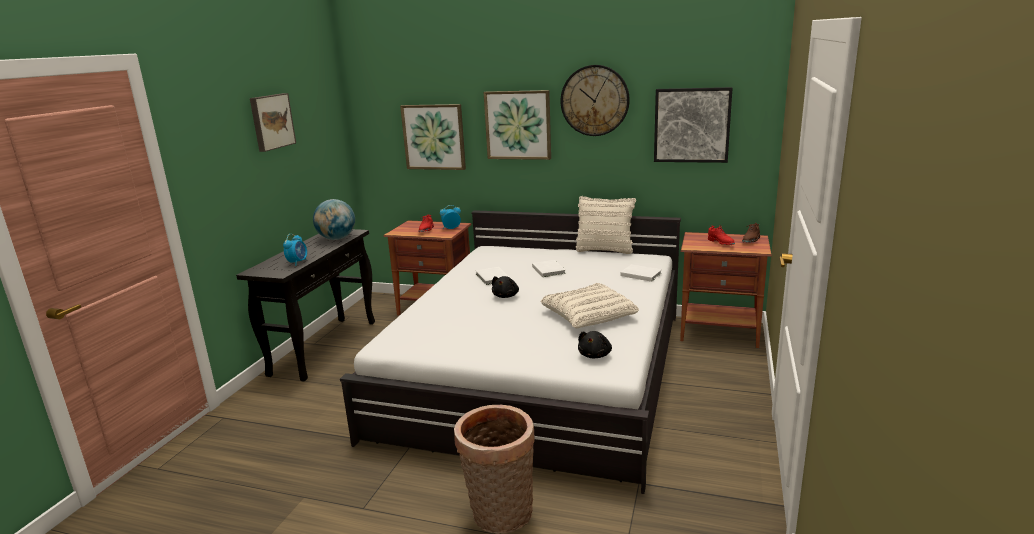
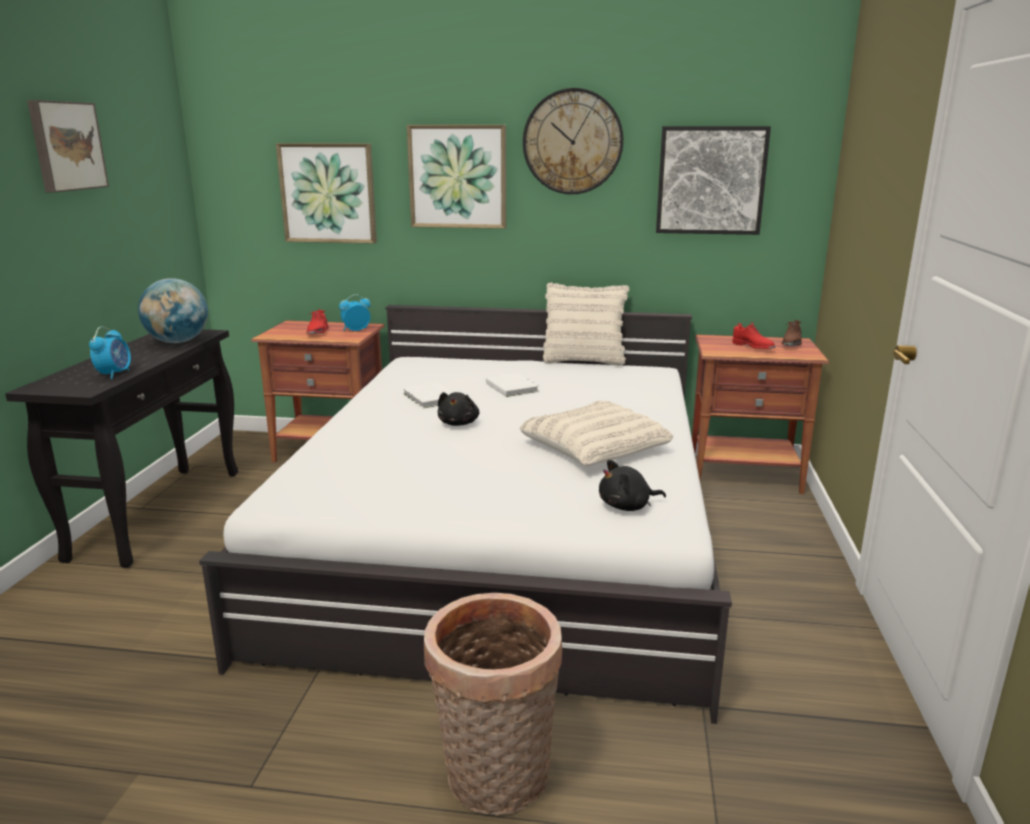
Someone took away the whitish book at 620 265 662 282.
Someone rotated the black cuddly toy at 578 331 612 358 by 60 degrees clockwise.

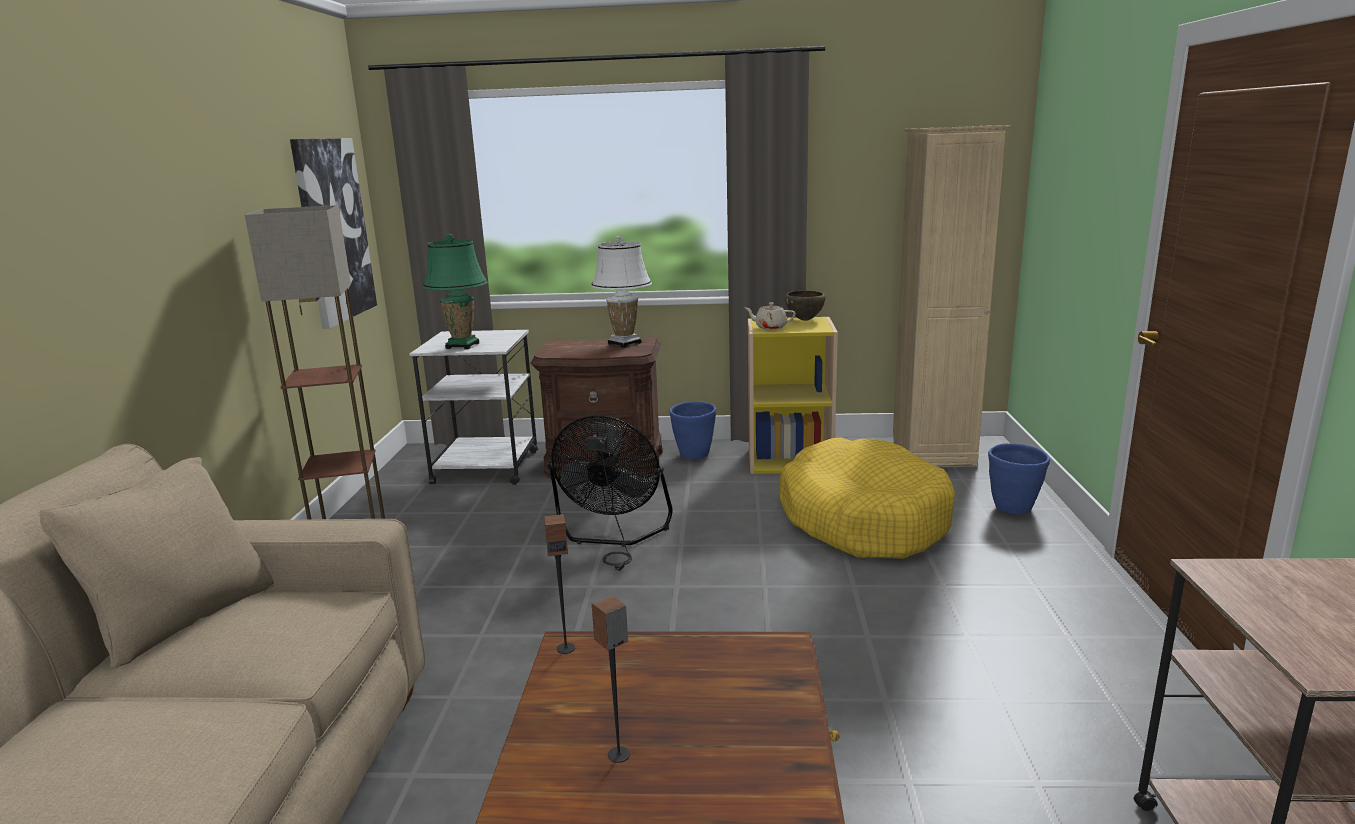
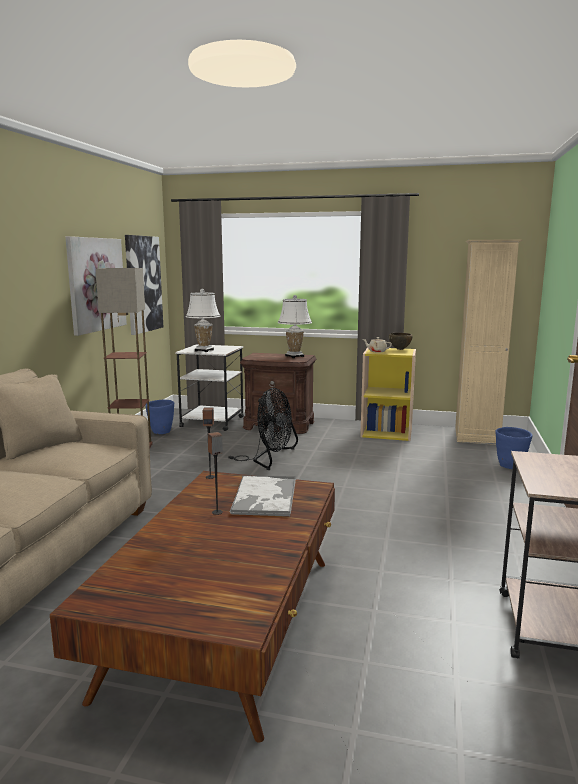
Someone took away the yellowish pet bed at 780 437 955 559.
Someone put up the wall picture at 65 236 127 336.
Someone put down the serving tray at 230 475 296 516.
Someone carried the blue flower pot from 670 401 716 459 to 145 400 174 434.
Someone repainted the greenish table lamp at 423 234 488 349, which became the whitish table lamp at 186 289 220 352.
Someone rotated the black electric fan at 547 415 672 571 by 90 degrees clockwise.

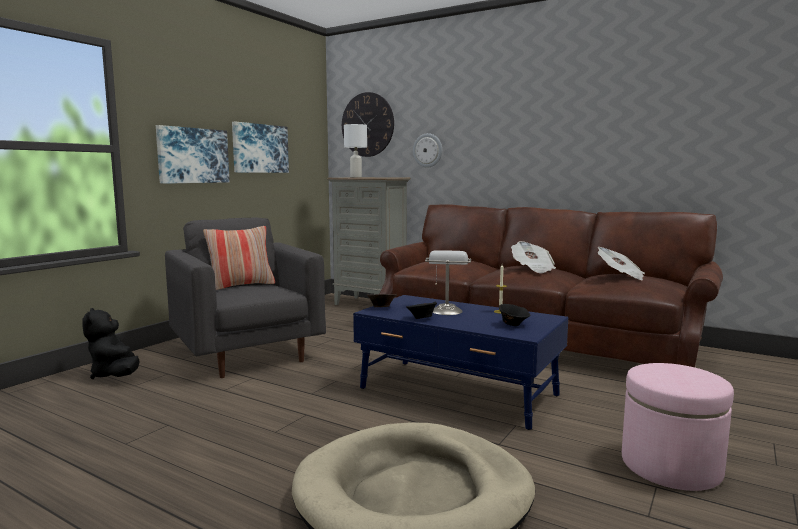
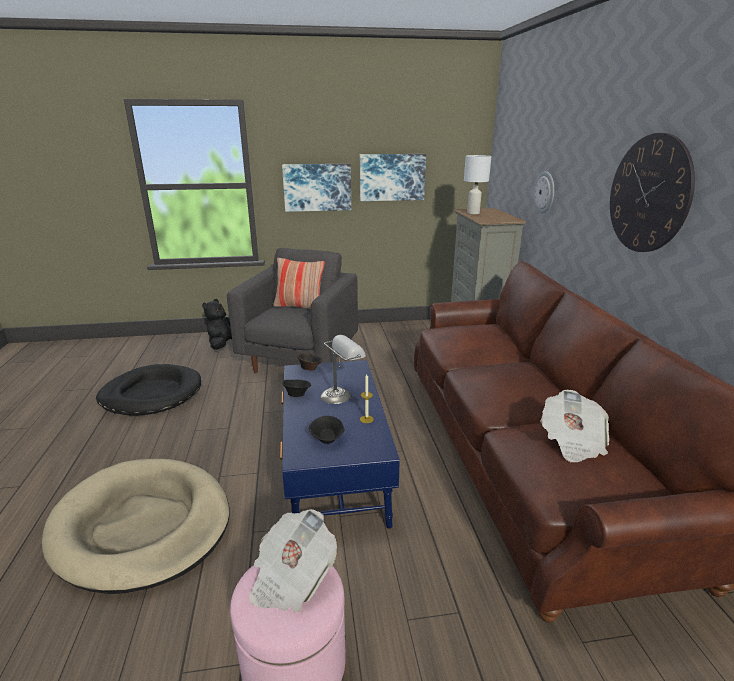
Someone put down the black pet bed at 96 364 201 416.
Someone carried the clock on the wall from 342 92 394 157 to 610 133 695 252.
Someone carried the daily paper from 511 241 556 273 to 249 509 337 613.

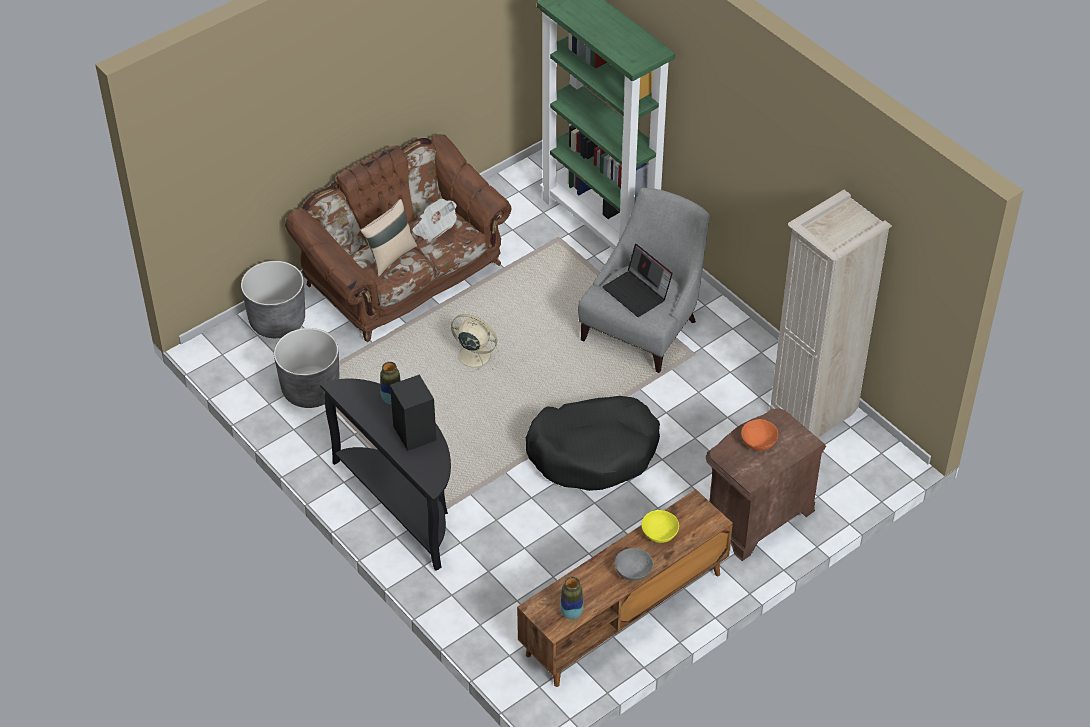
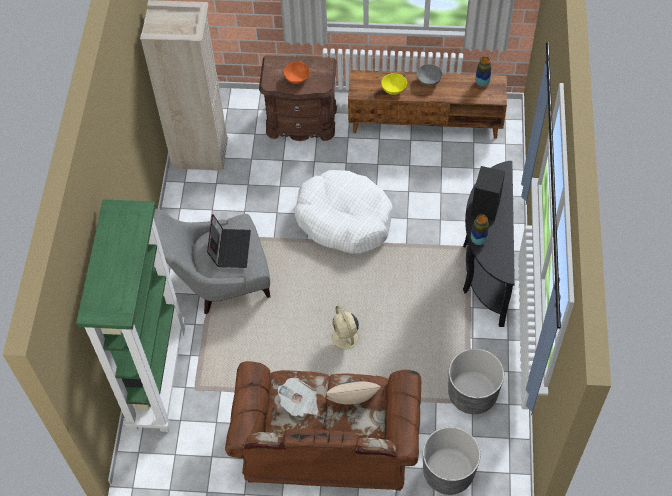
Someone repainted the black pet bed at 526 396 660 491, which became the whitish pet bed at 294 170 393 254.

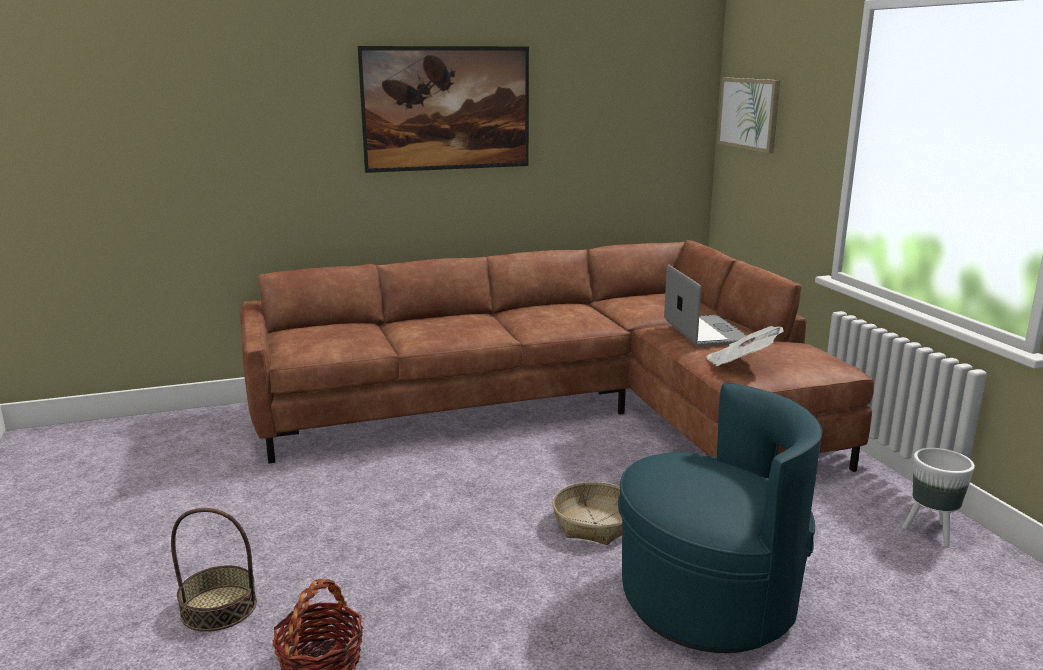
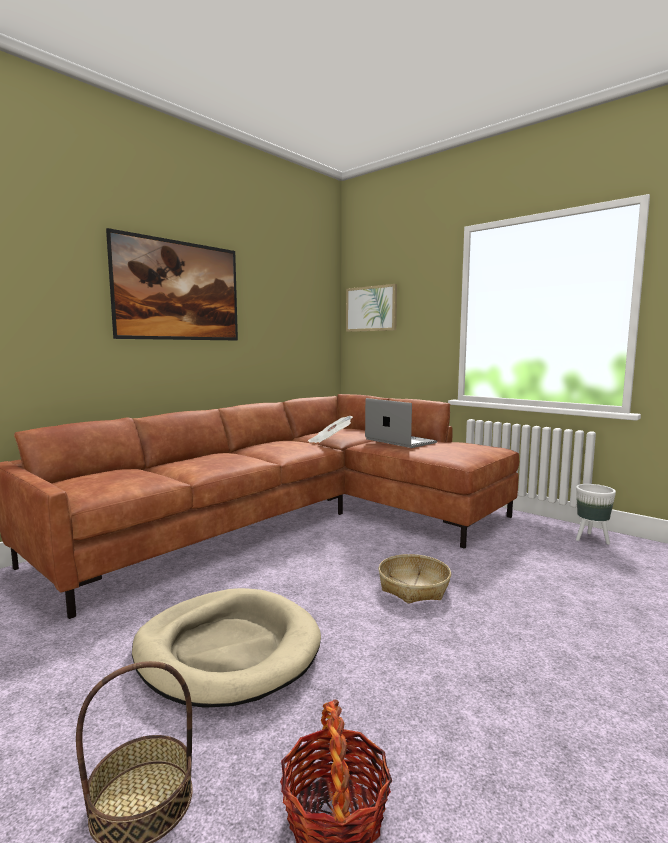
Someone took away the turquoise-coloured lounge chair at 618 382 822 653.
Someone put down the sand-coloured pet bed at 132 588 321 708.
Someone carried the daily paper from 706 326 784 366 to 308 416 353 443.

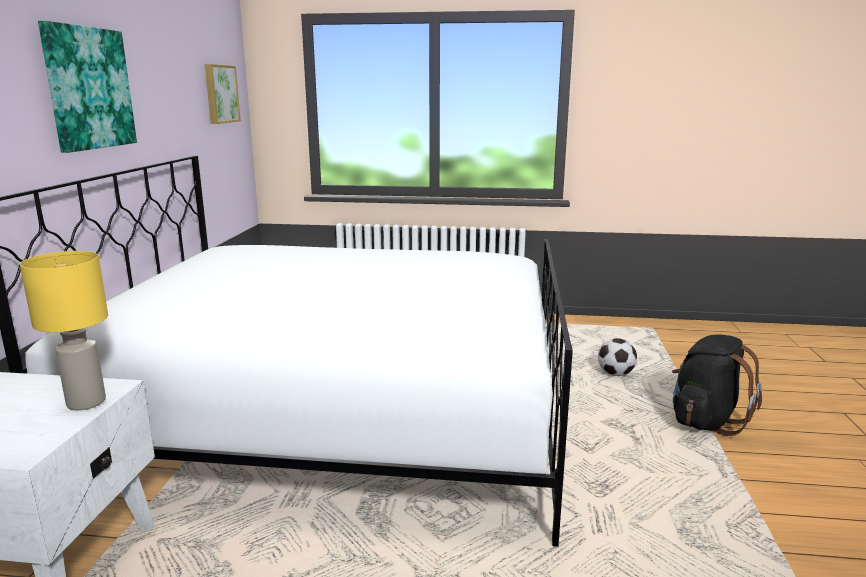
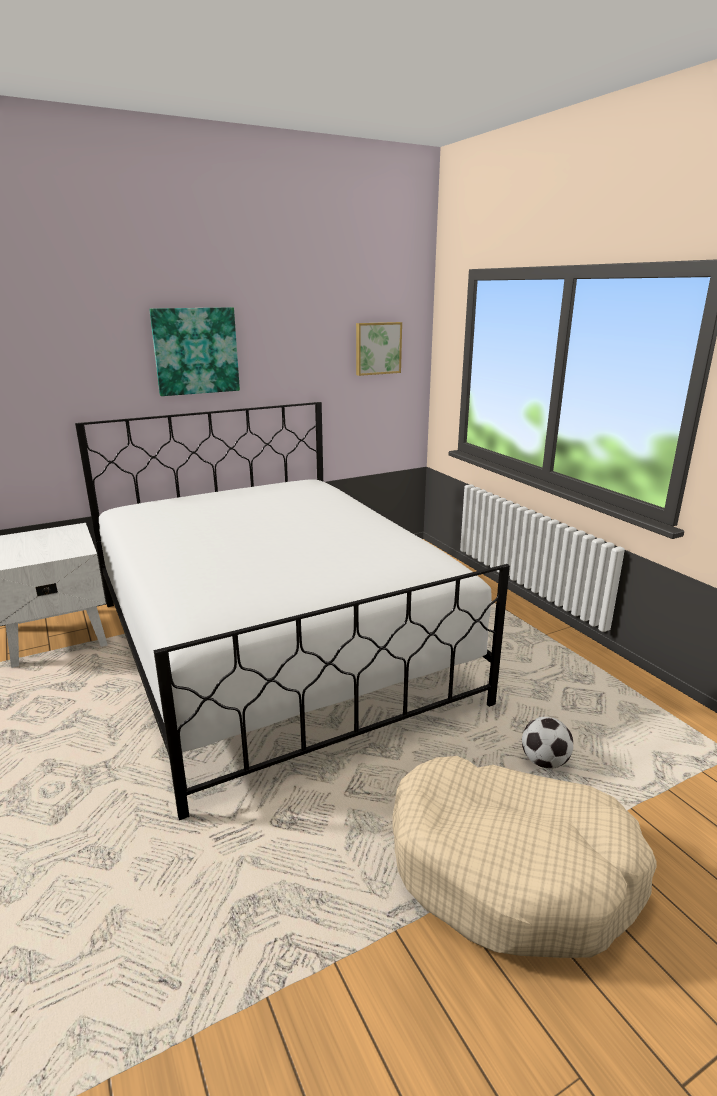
Someone took away the yellowish table lamp at 20 251 108 410.
Someone swapped the black backpack at 672 334 762 436 for the sand-coloured pet bed at 392 756 657 958.

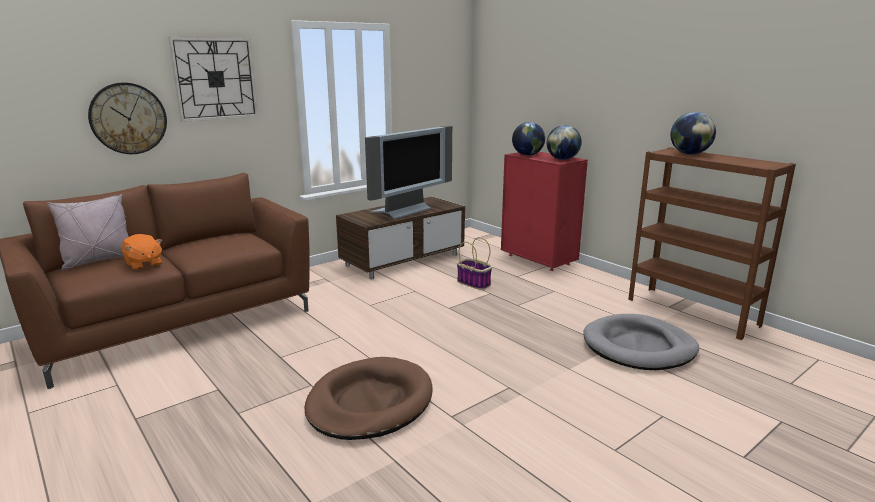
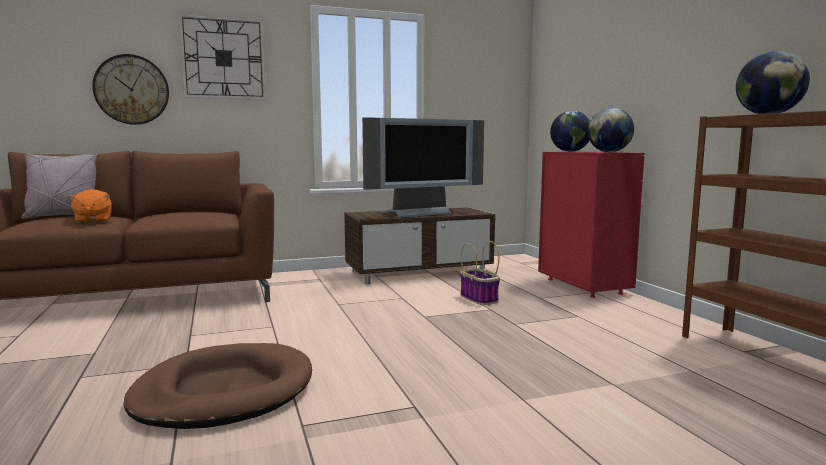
Someone took away the gray pet bed at 583 314 699 370.

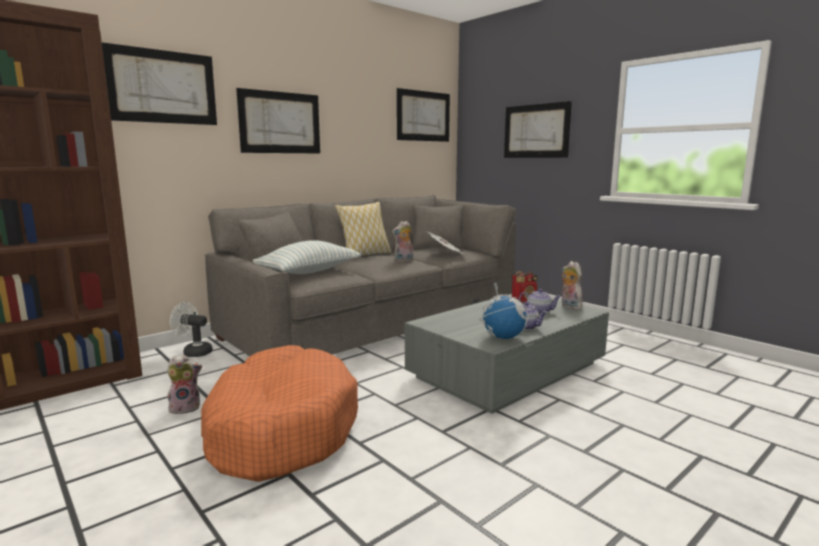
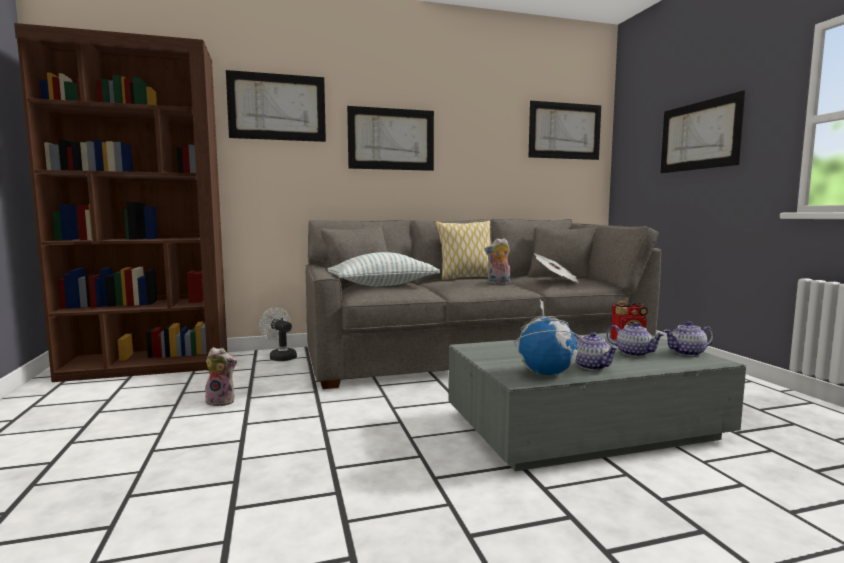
Someone took away the orange-coloured pet bed at 201 345 358 482.
Someone swapped the cuddly toy at 562 261 583 310 for the teapot at 664 321 714 356.

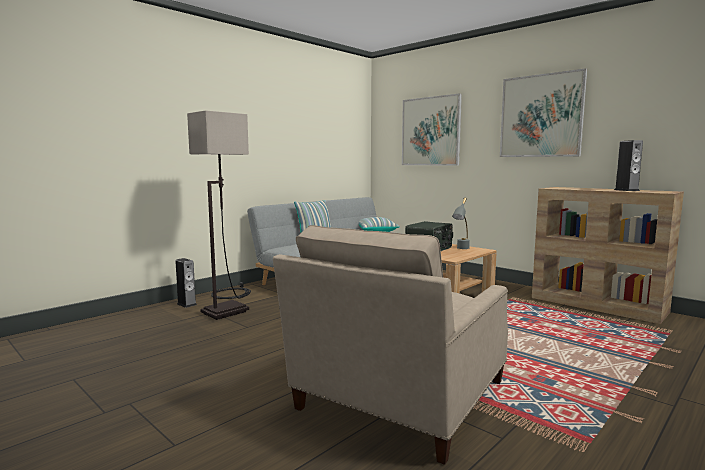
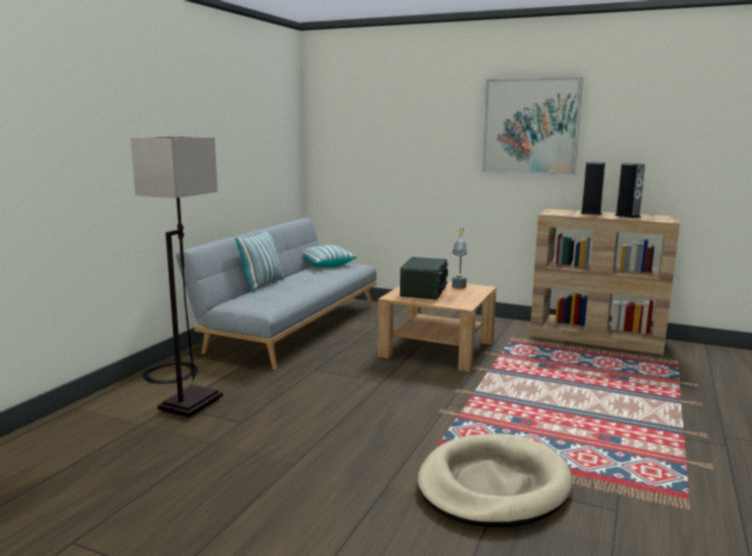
Someone took away the wall picture at 402 93 462 166.
Someone carried the loudspeaker from 175 258 197 308 to 580 162 605 215.
Someone swapped the sand-coloured lounge chair at 273 225 508 465 for the sand-coloured pet bed at 417 434 572 527.

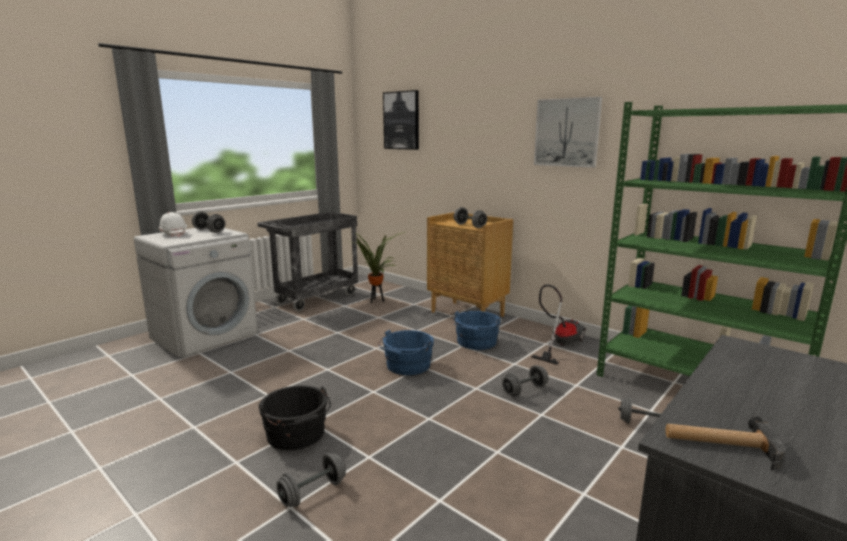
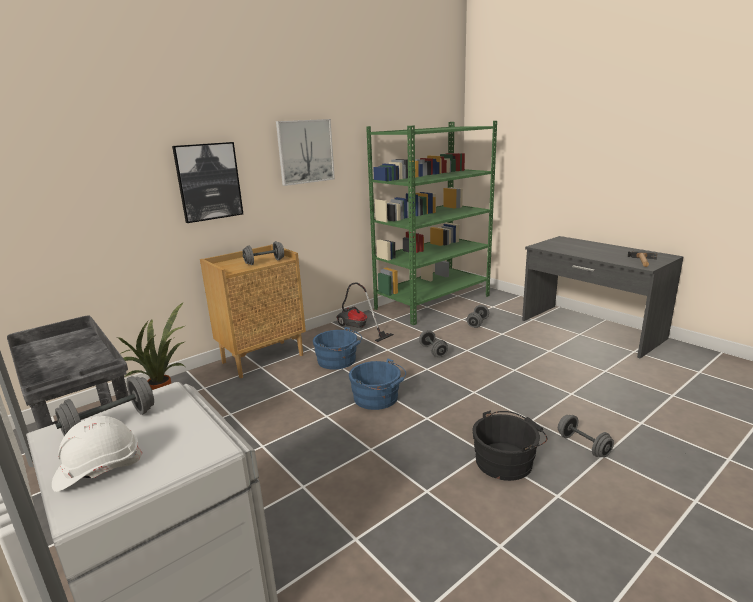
Someone carried the wall picture from 383 90 419 150 to 172 142 243 223.

